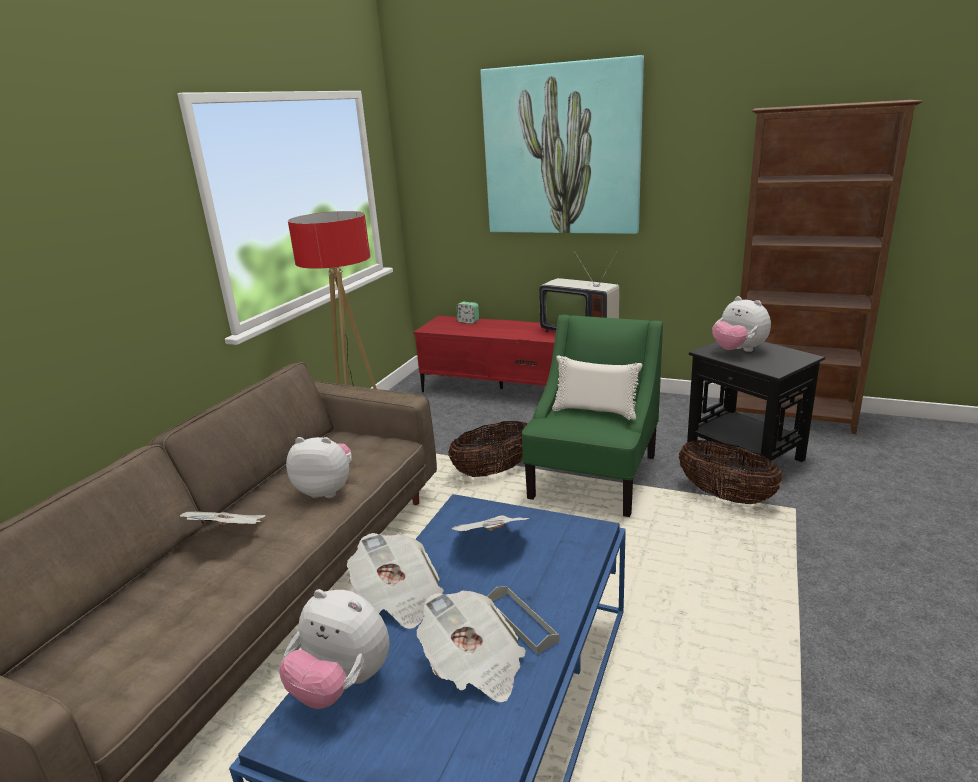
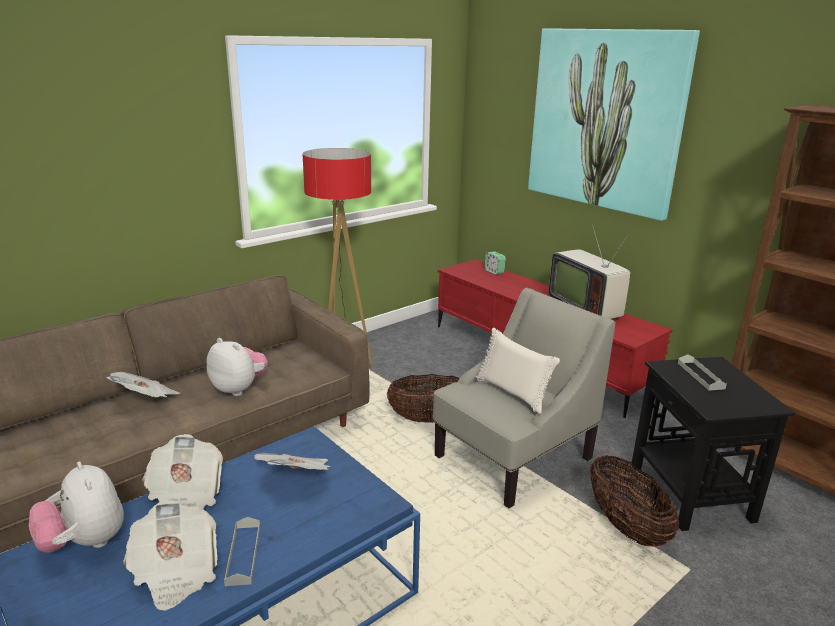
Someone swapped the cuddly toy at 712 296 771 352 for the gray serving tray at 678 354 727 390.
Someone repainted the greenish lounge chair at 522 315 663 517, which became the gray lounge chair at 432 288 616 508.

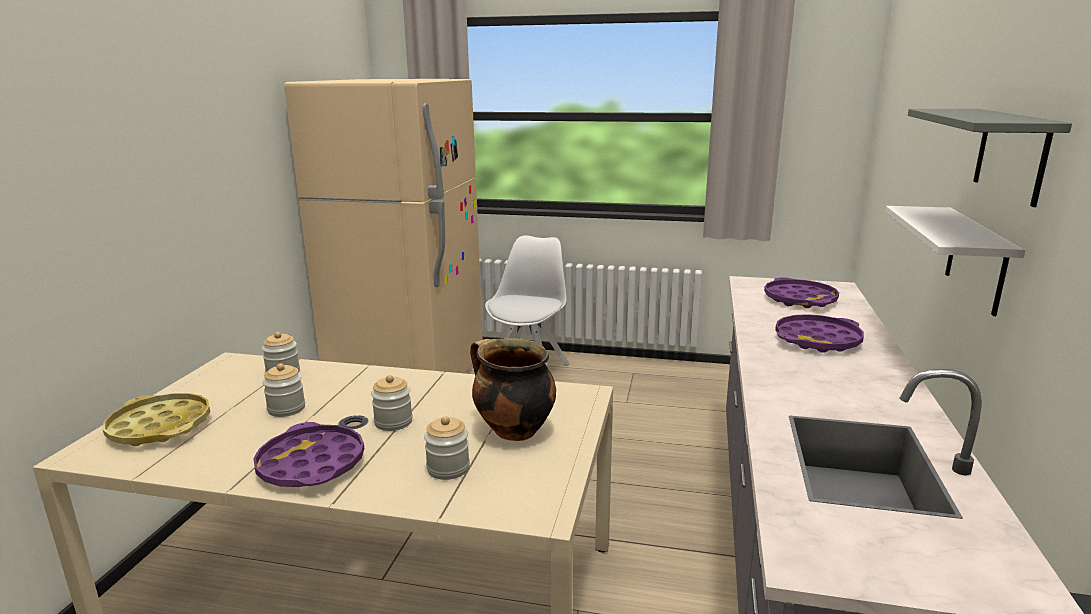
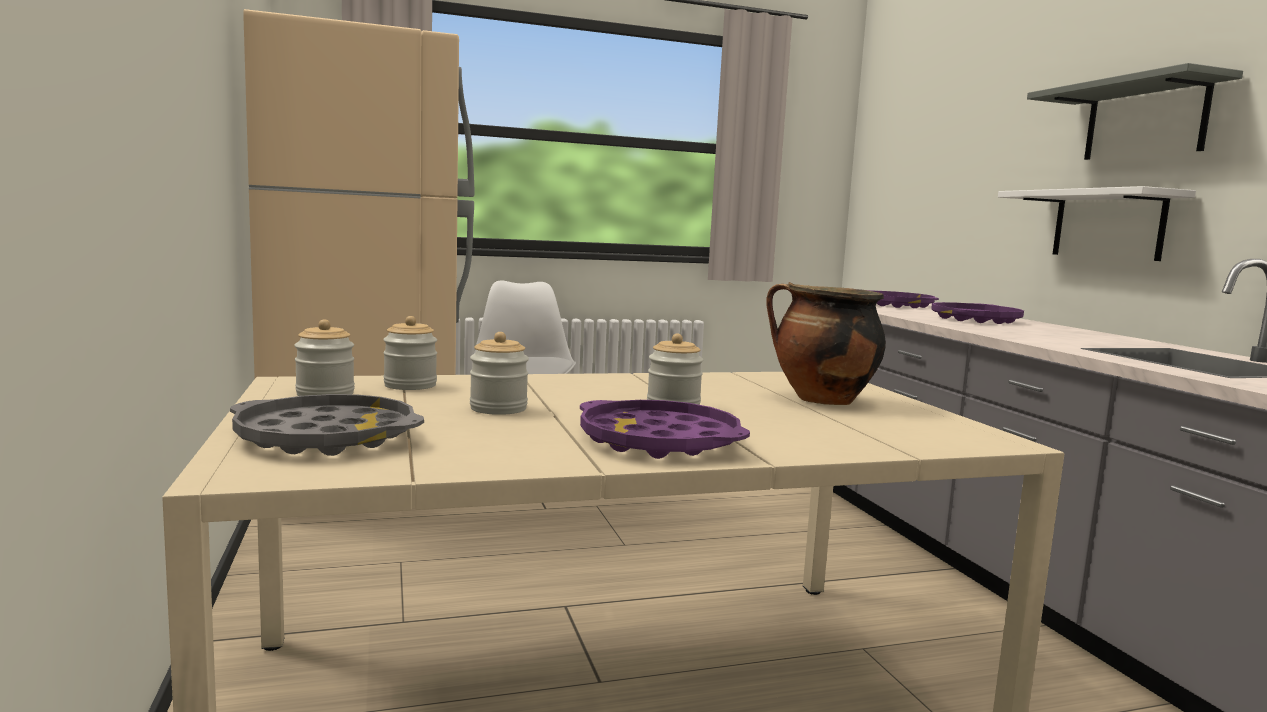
Someone carried the storage jar from 424 416 470 480 to 294 319 355 396.
Someone repainted the yellowish serving tray at 103 393 210 446, which became the gray serving tray at 230 394 424 456.

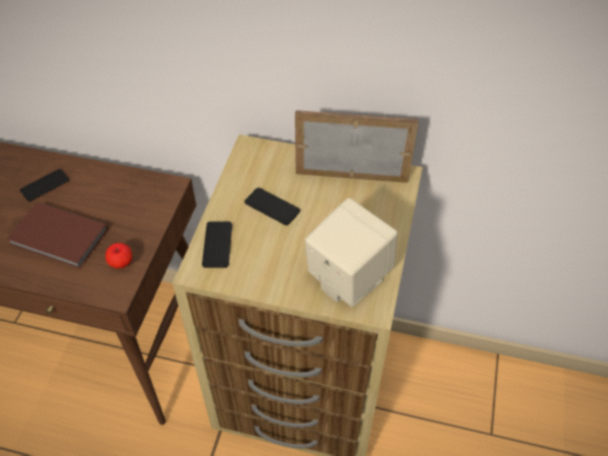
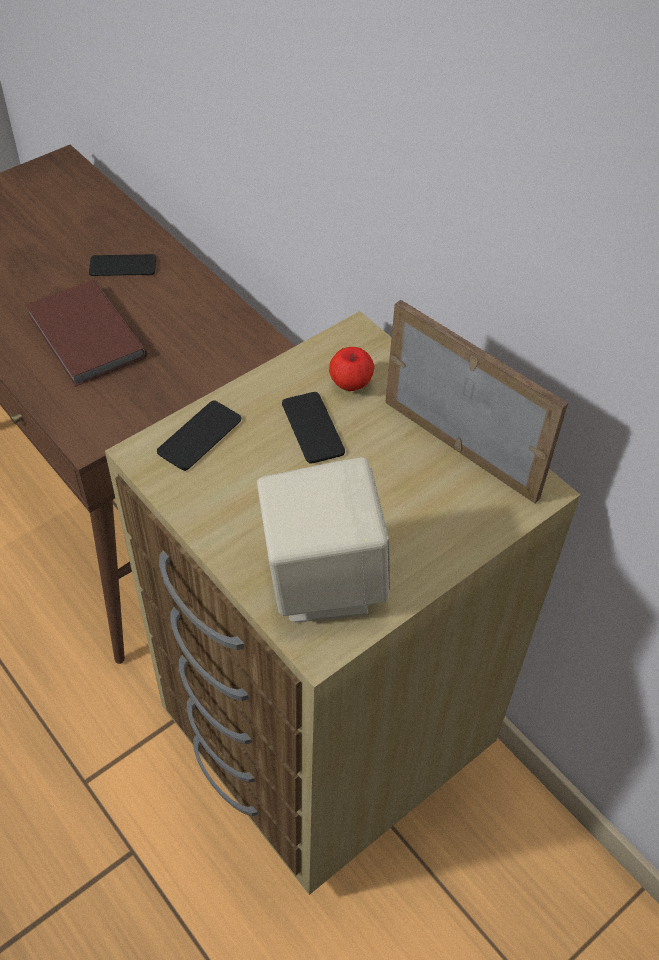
Someone carried the apple from 105 243 132 269 to 329 347 375 391.

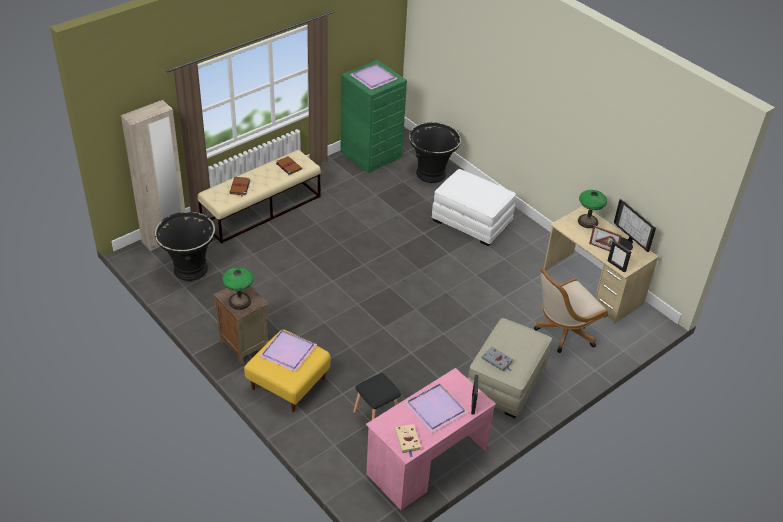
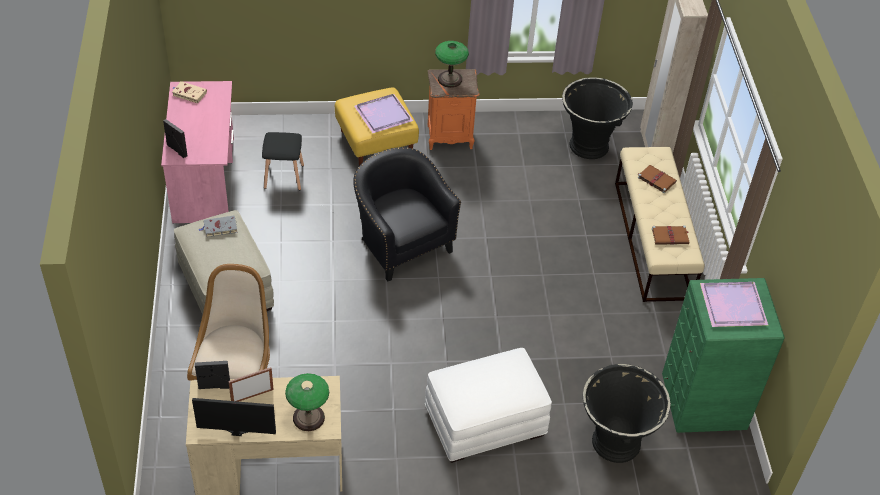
Someone took away the purple serving tray at 404 383 468 433.
Someone put down the black lounge chair at 353 147 461 281.
Someone repainted the sand-coloured bedside table at 213 285 269 365, which became the orange-coloured bedside table at 428 69 480 150.

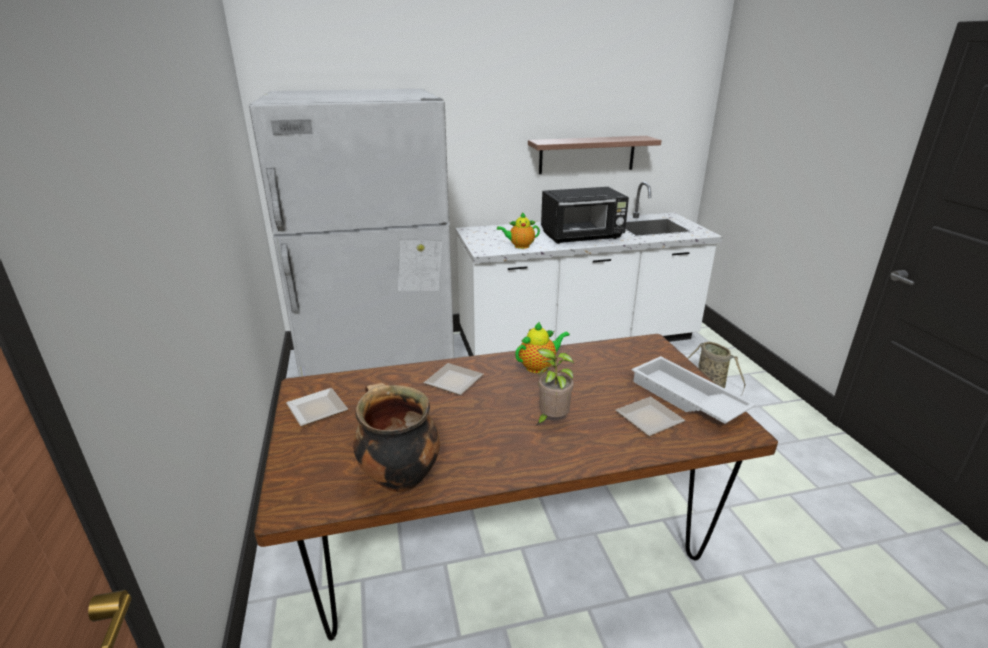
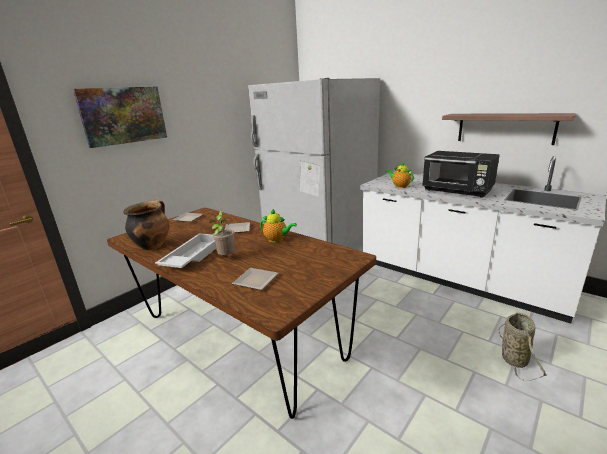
Someone put up the wall picture at 73 87 167 148.
Someone carried the whitish serving tray from 632 356 756 424 to 155 233 216 268.

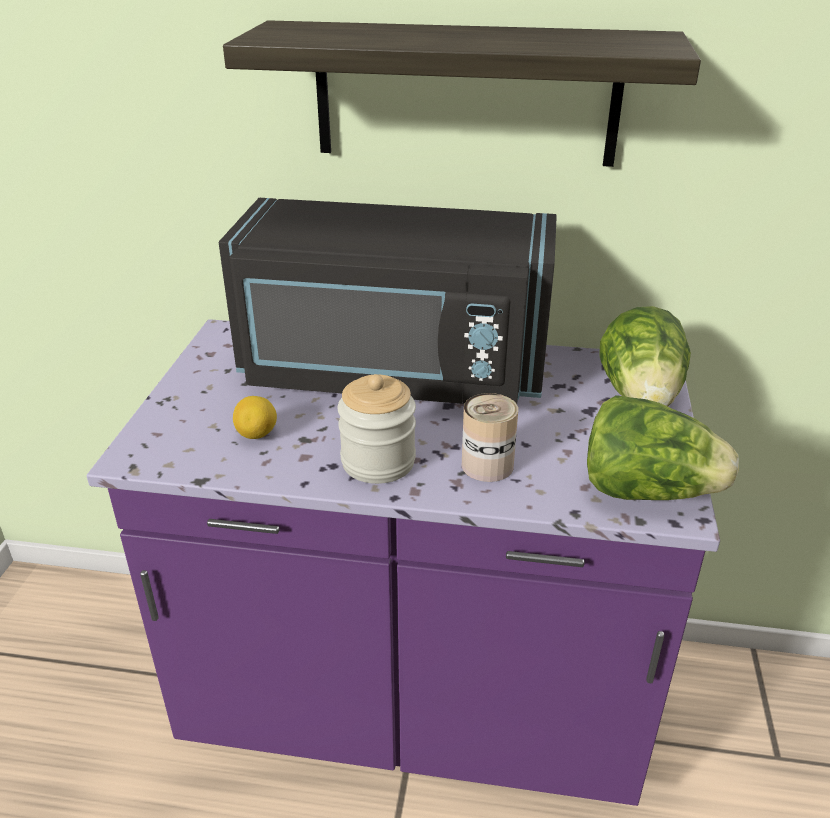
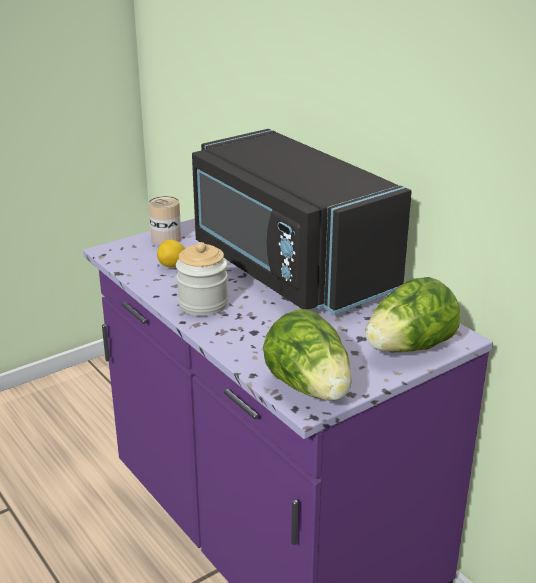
Someone took away the shelf at 223 20 701 167.
Someone carried the can from 462 393 518 482 to 149 196 181 245.

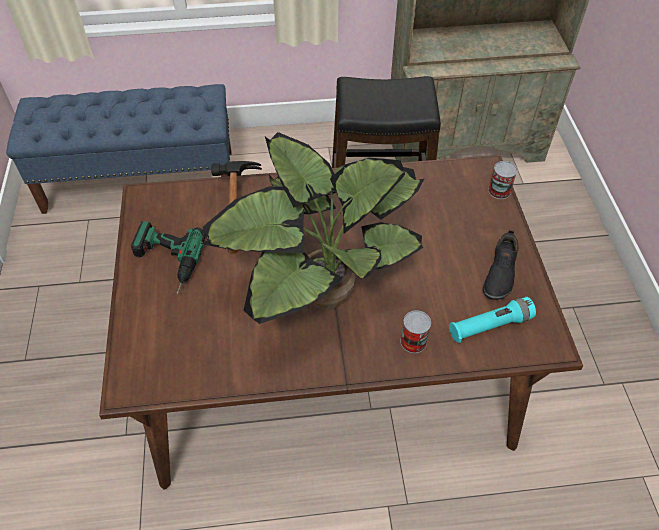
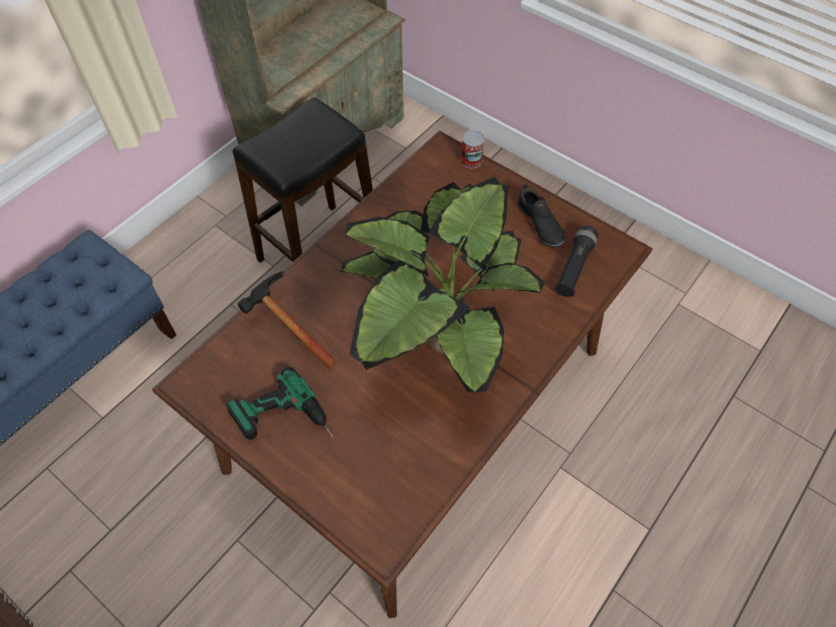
Someone took away the can at 400 310 431 353.
Someone repainted the turquoise-coloured torch at 449 297 536 343, which became the black torch at 555 226 598 297.

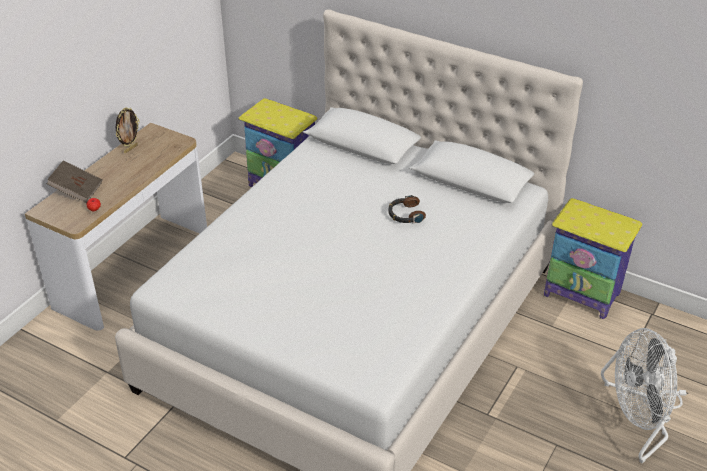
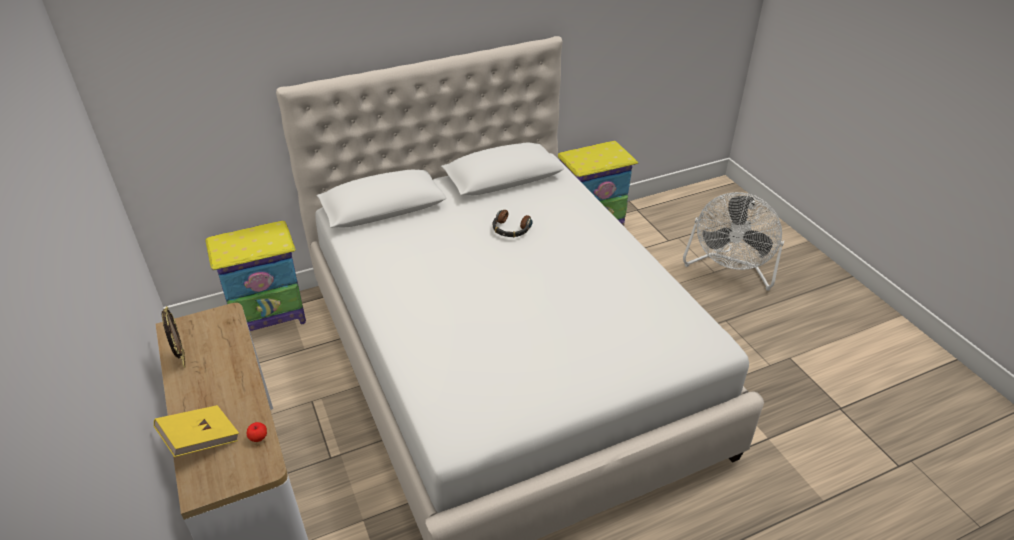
Someone repainted the brownish book at 46 160 102 203, which became the yellowish book at 154 405 239 457.

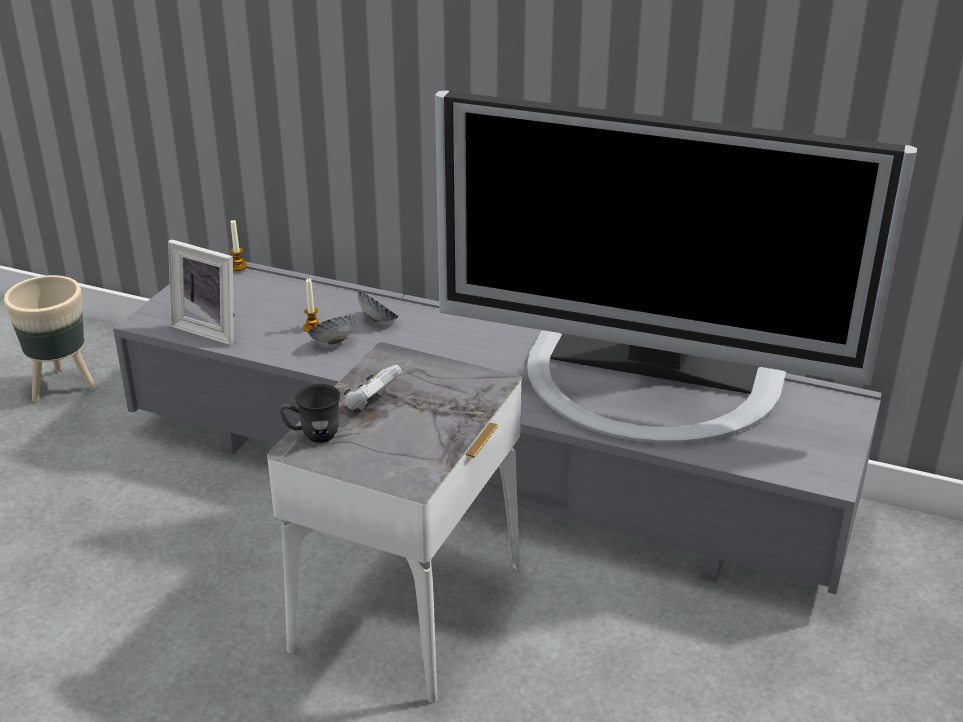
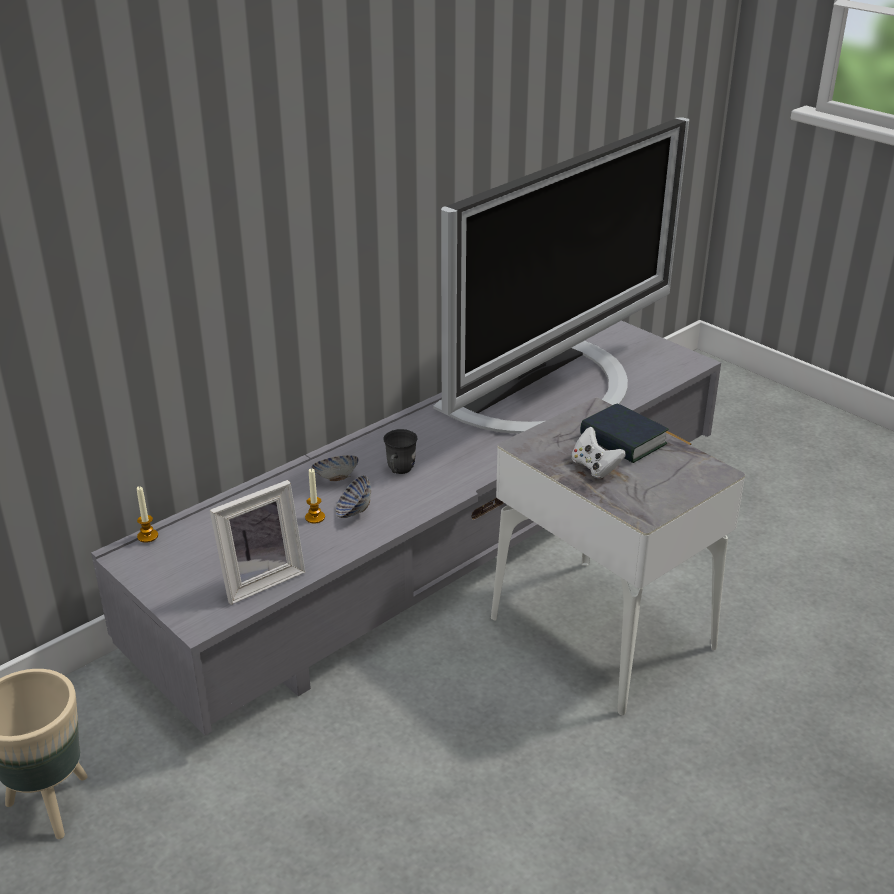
Someone put down the book at 580 403 669 463.
Someone carried the gray coffee mug from 279 384 340 443 to 383 429 418 474.

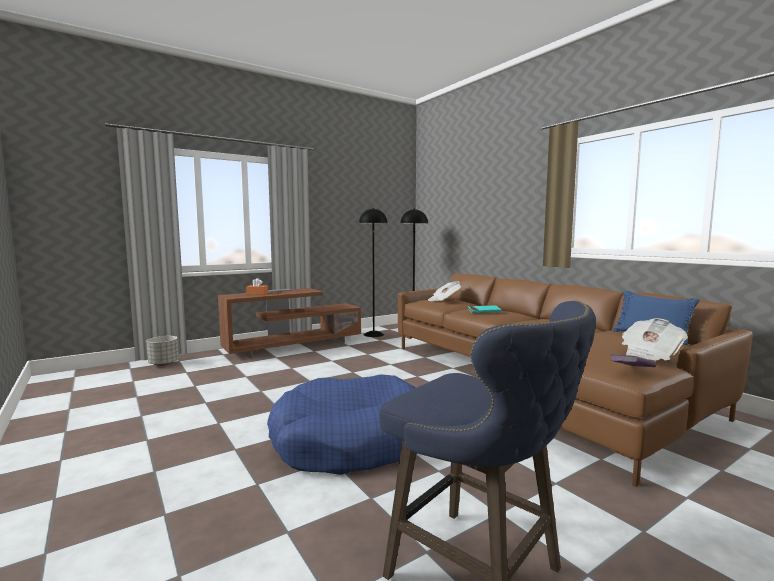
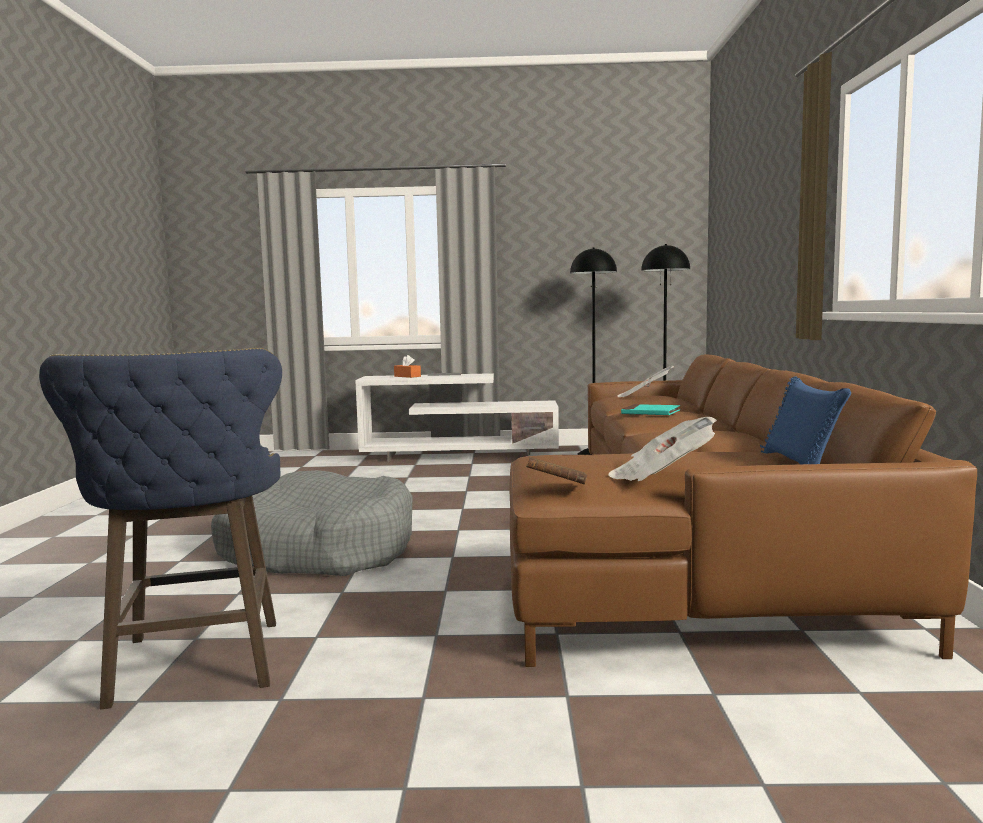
Someone took away the gray flower pot at 146 336 179 366.
Someone repainted the brownish media console at 218 288 361 358, which became the whitish media console at 355 373 559 462.
Someone repainted the blue pet bed at 267 374 417 475, which became the gray pet bed at 211 470 412 576.
Someone repainted the purple book at 611 354 656 367, which became the brownish book at 526 457 587 485.

